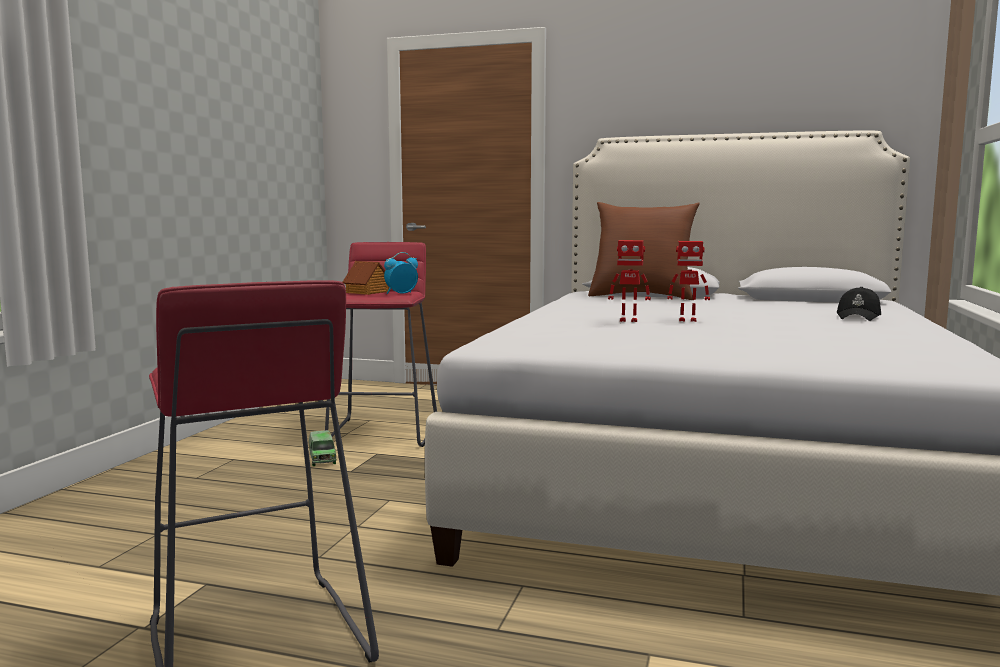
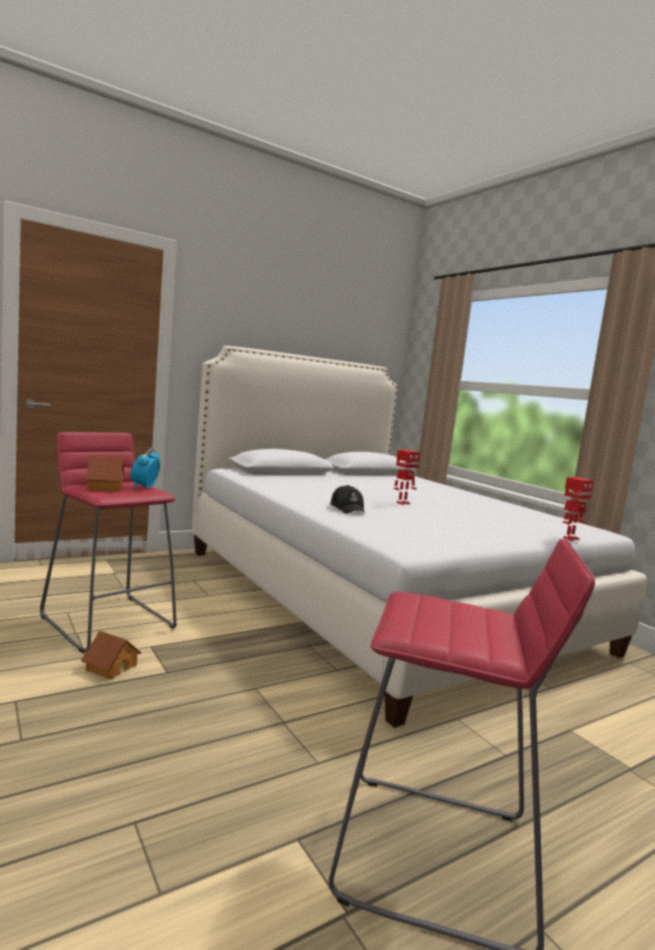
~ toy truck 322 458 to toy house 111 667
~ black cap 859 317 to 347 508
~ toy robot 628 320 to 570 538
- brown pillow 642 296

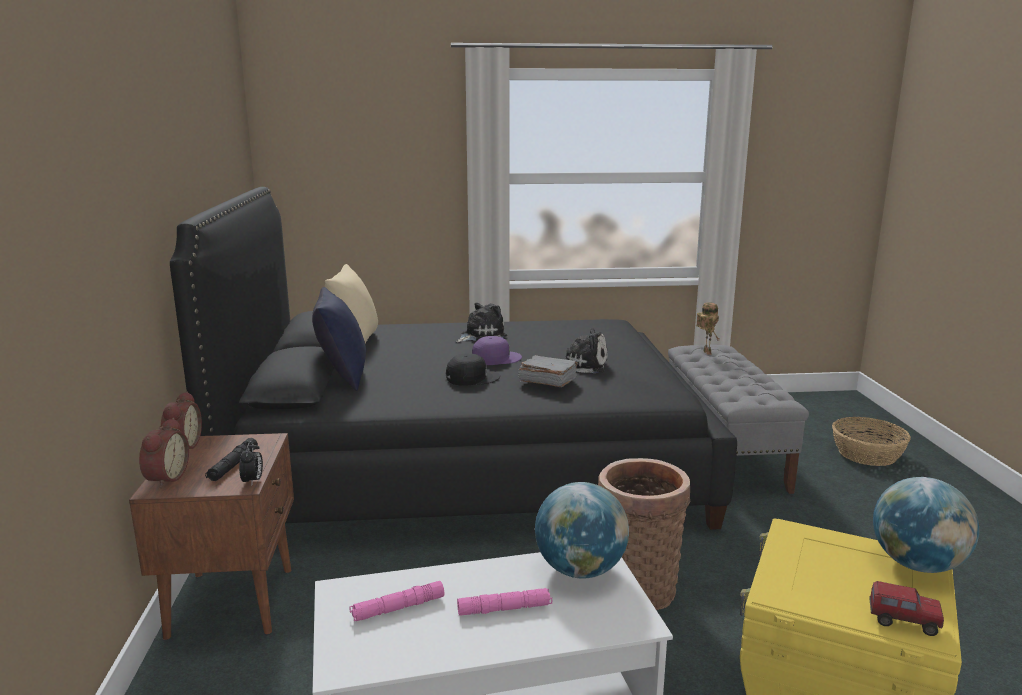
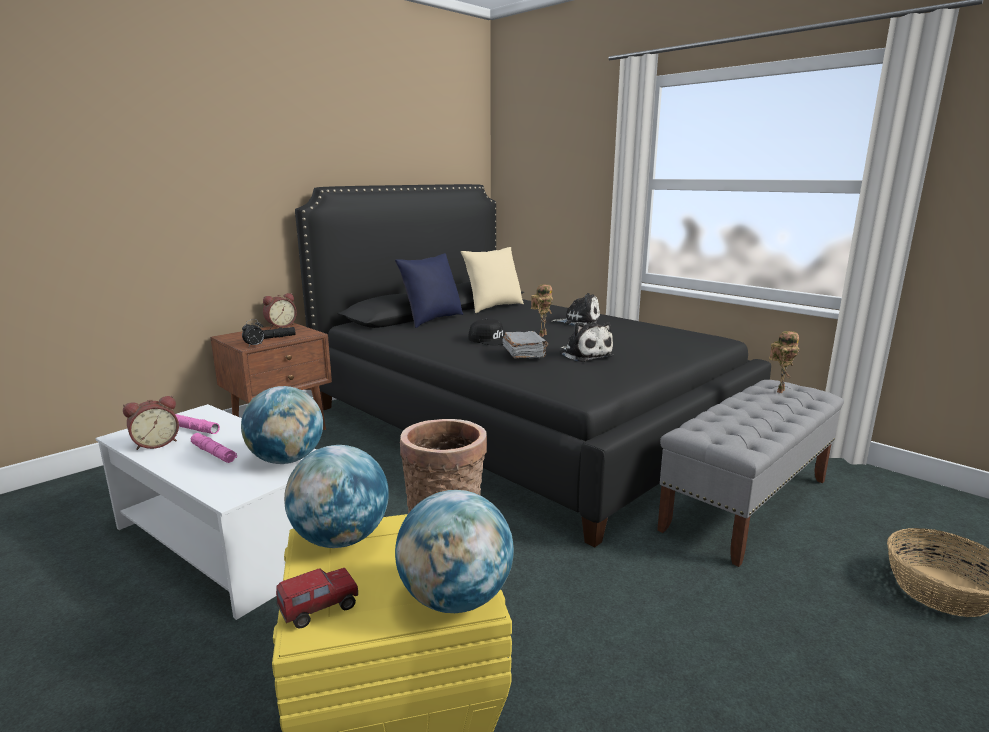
~ alarm clock 165 478 to 156 443
~ toy truck 903 622 = 319 610 105 degrees counterclockwise
+ globe 341 539
~ purple cap 496 358 to toy robot 542 334

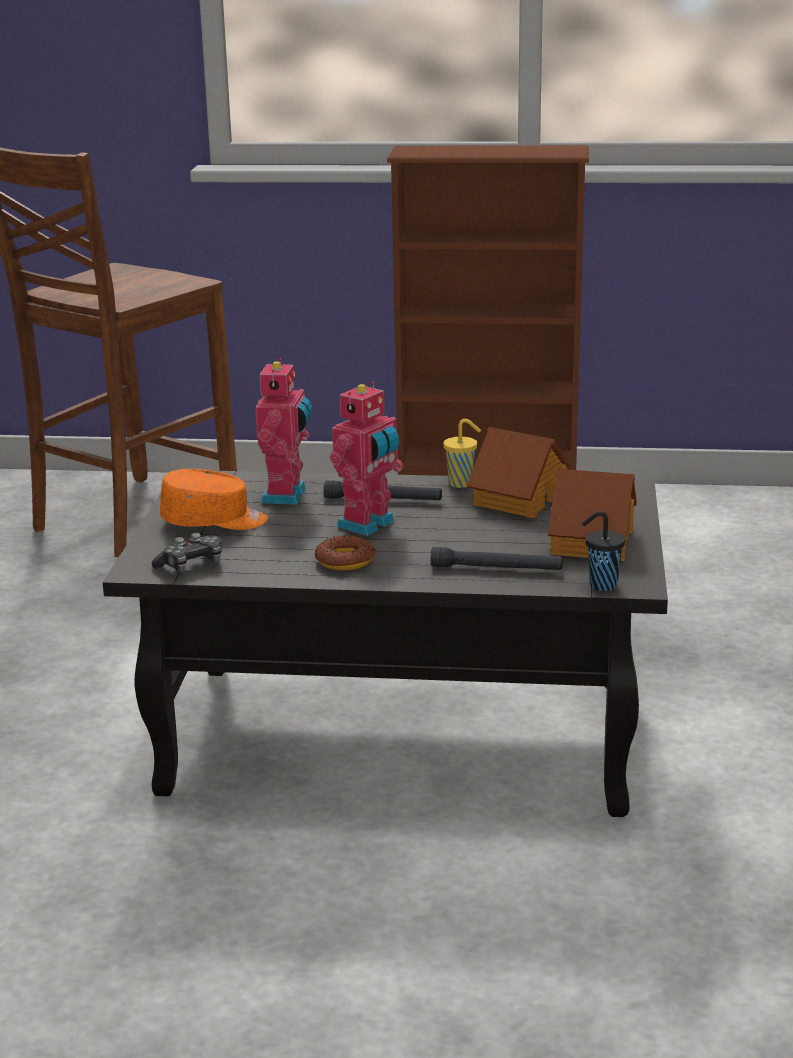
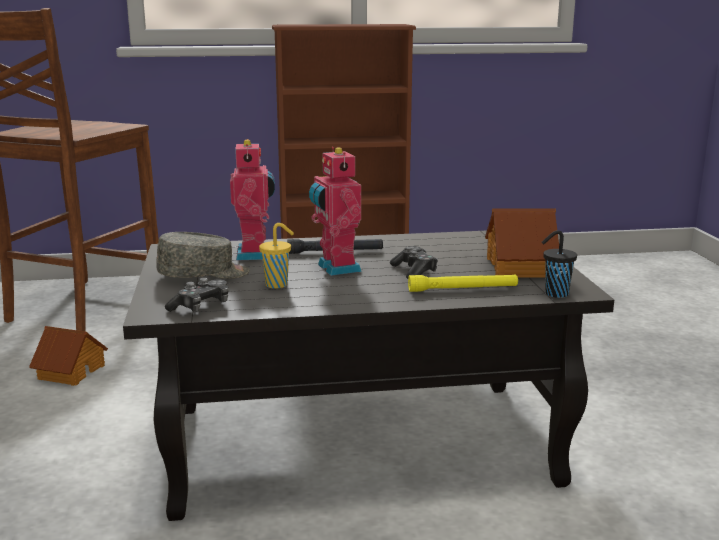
~ toy house 519 499 to 70 372
~ orange cap 214 521 to grey cap 204 275
~ yellow cup 462 484 to 278 285
~ toy robot 369 525 = 336 268 135 degrees clockwise
+ game controller 414 271
~ black flashlight 496 569 to yellow flashlight 463 289
- donut 345 560

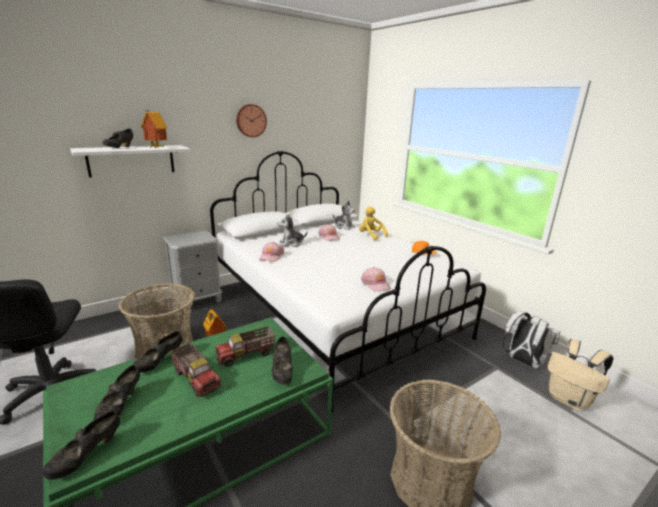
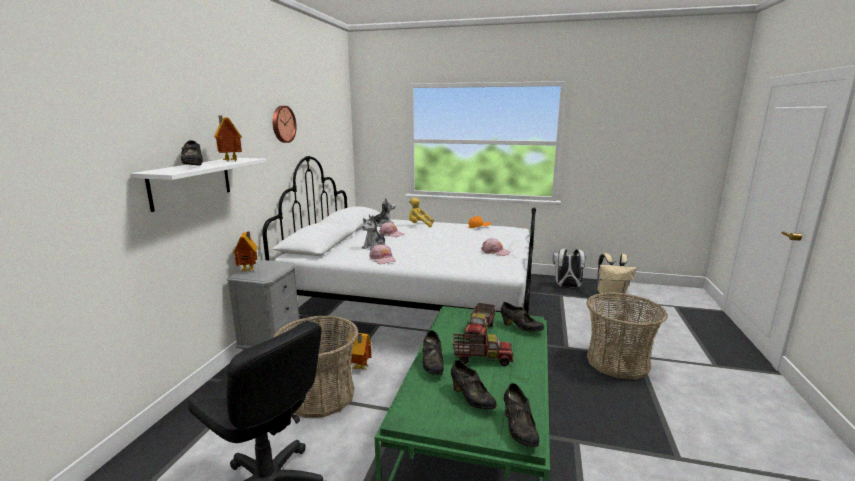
+ toy house 249 270

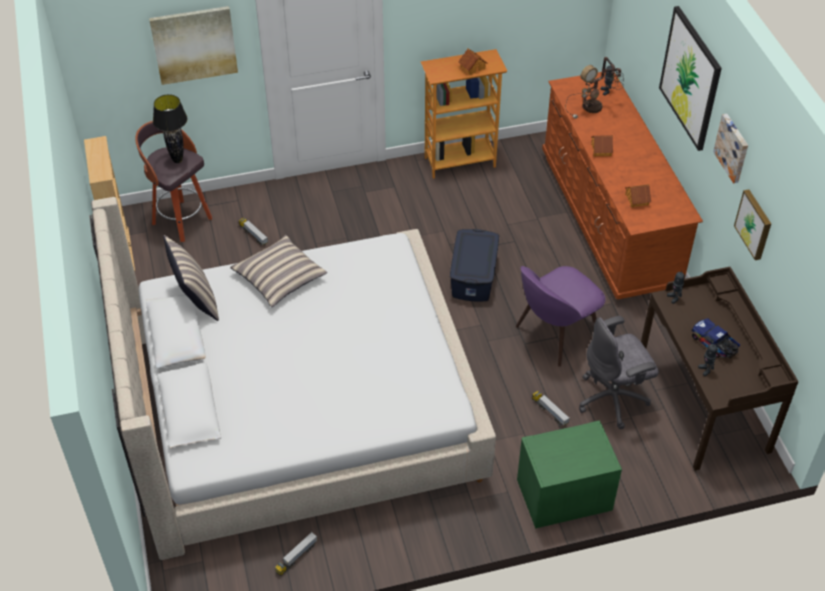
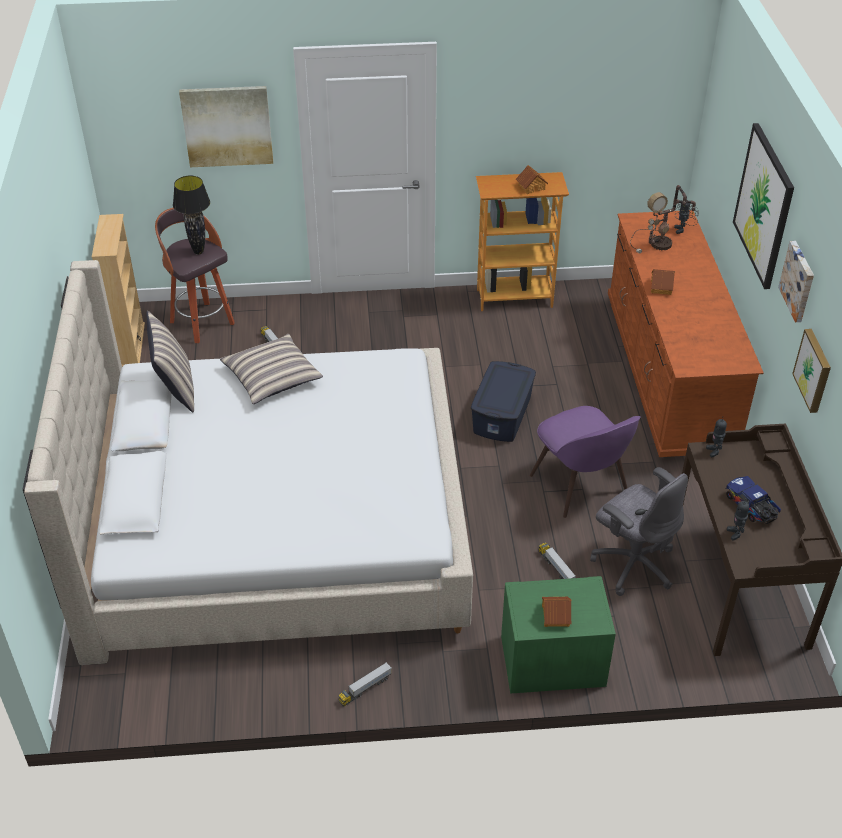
~ toy truck 296 557 to 365 689
~ purple chair 555 334 = 581 486 90 degrees counterclockwise
~ toy house 636 199 to 555 615
~ grey office chair 613 399 = 633 564 120 degrees counterclockwise

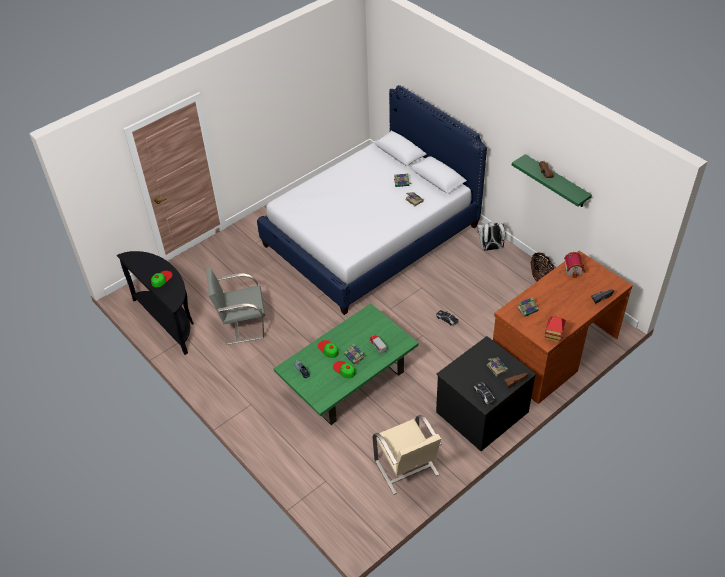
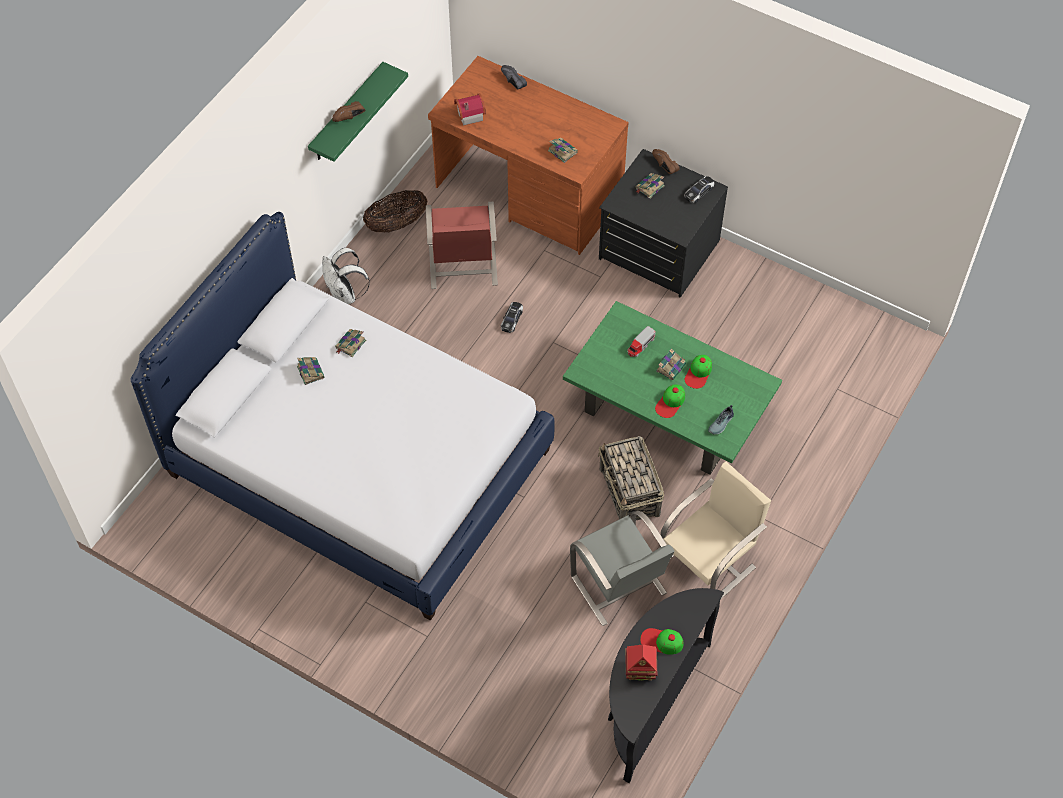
+ red chair 462 266
+ basket 629 493
~ toy house 553 336 to 640 670
~ beige chair 406 469 to 709 562

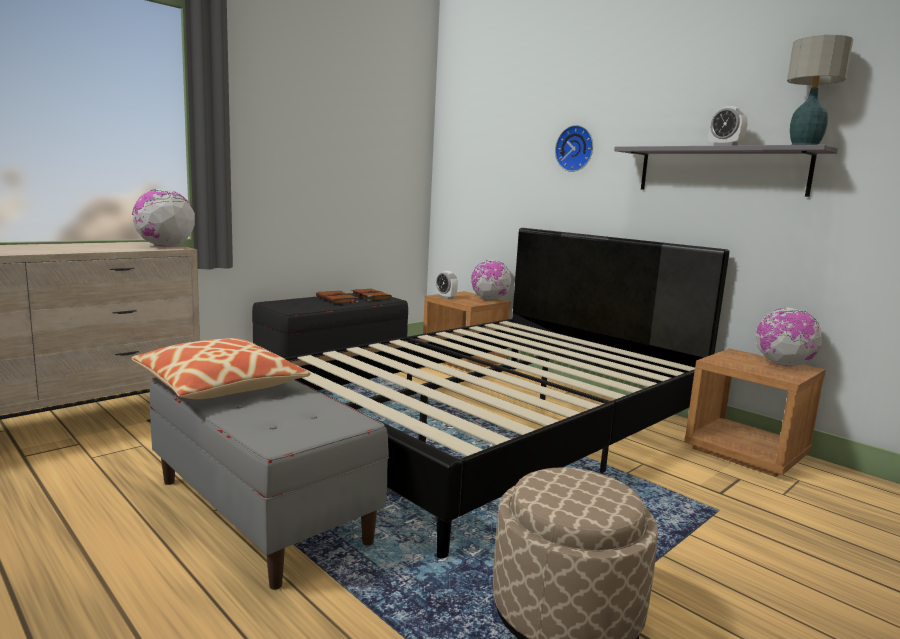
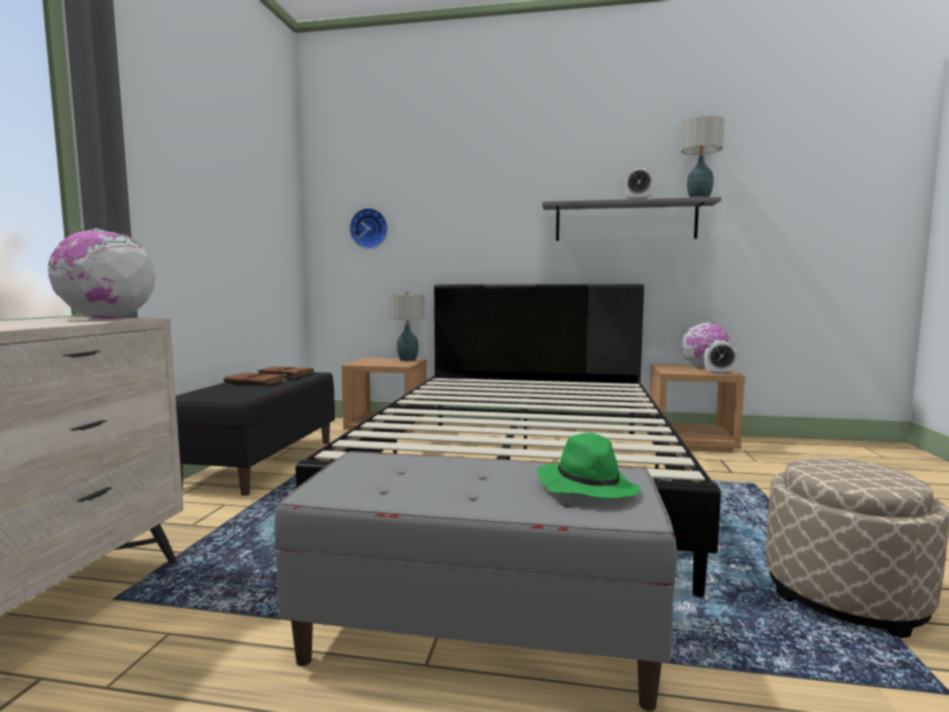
~ wall clock 575 148 to 369 228
~ globe 489 299 to table lamp 407 360
+ green hat 586 486
~ alarm clock 446 297 to 719 373
- pillow 220 385

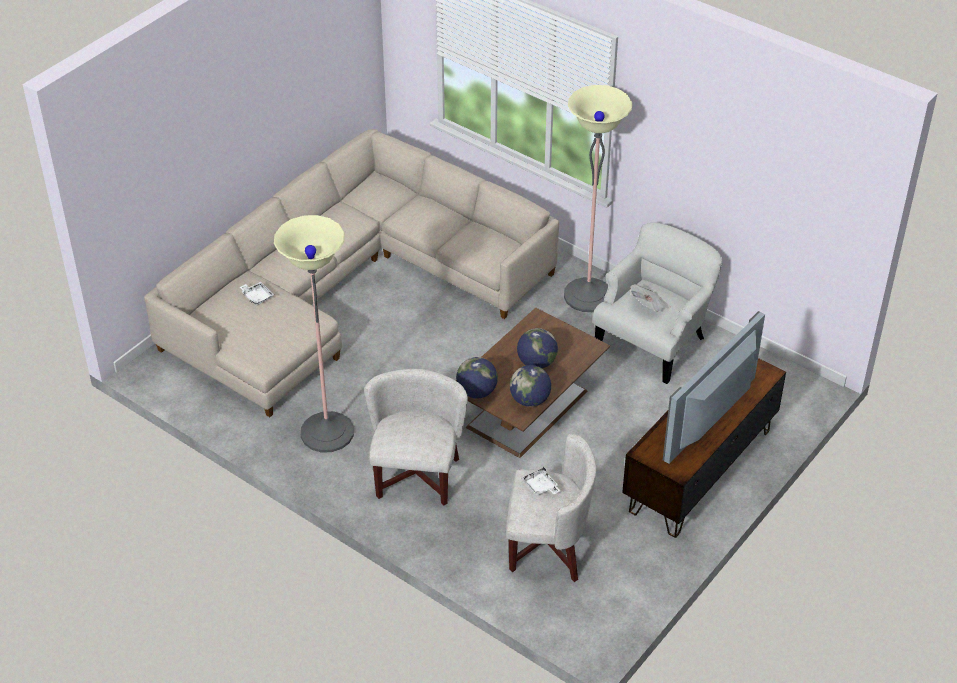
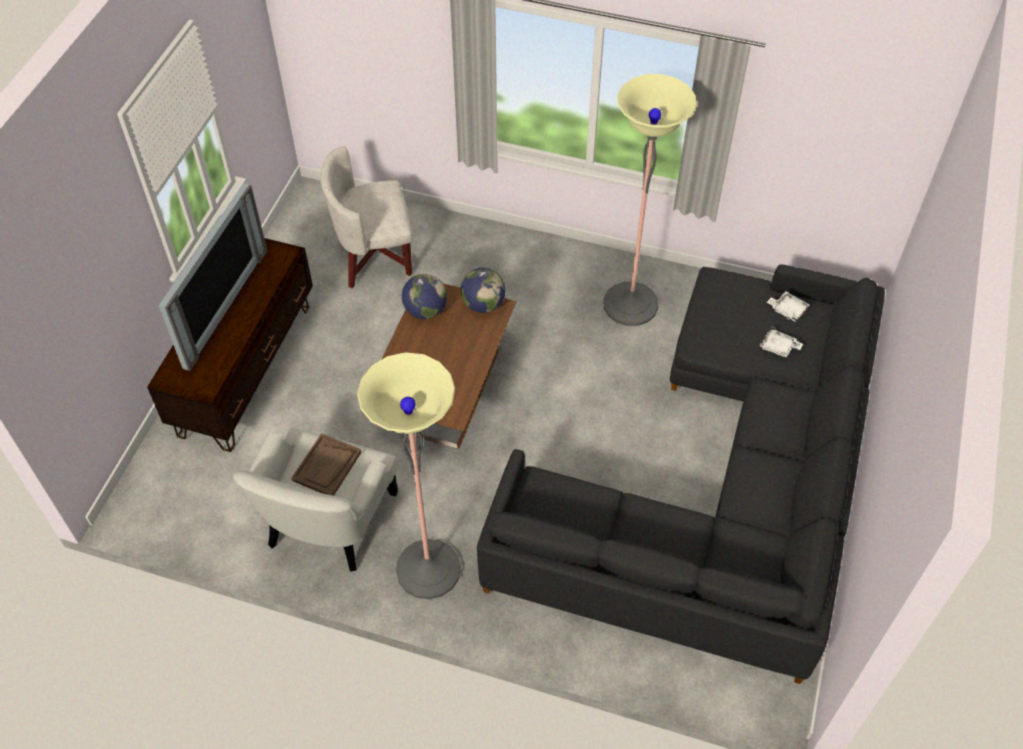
~ newspaper 649 307 to brown tray 327 466
~ beige sofa 347 288 to black sofa 722 487
~ white tray 540 487 to 787 310
- white armchair 416 477
- globe 536 363

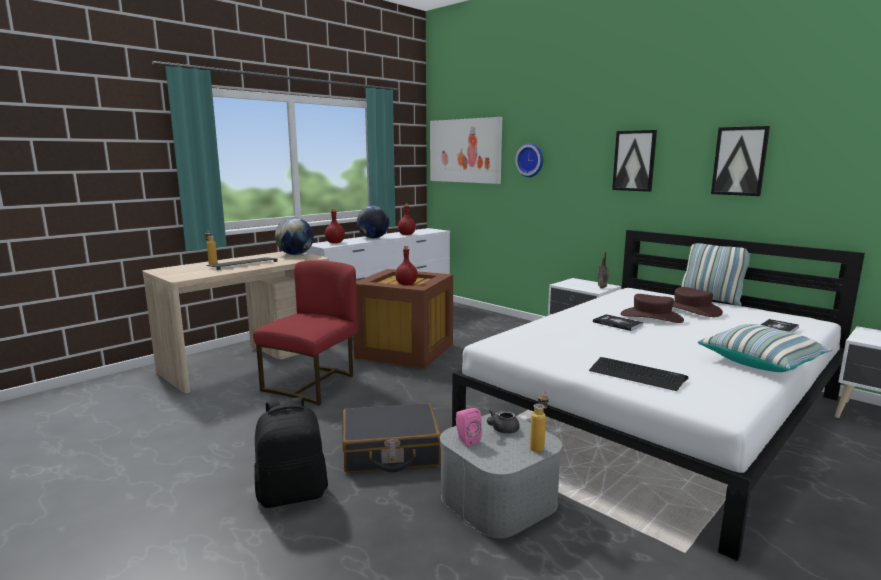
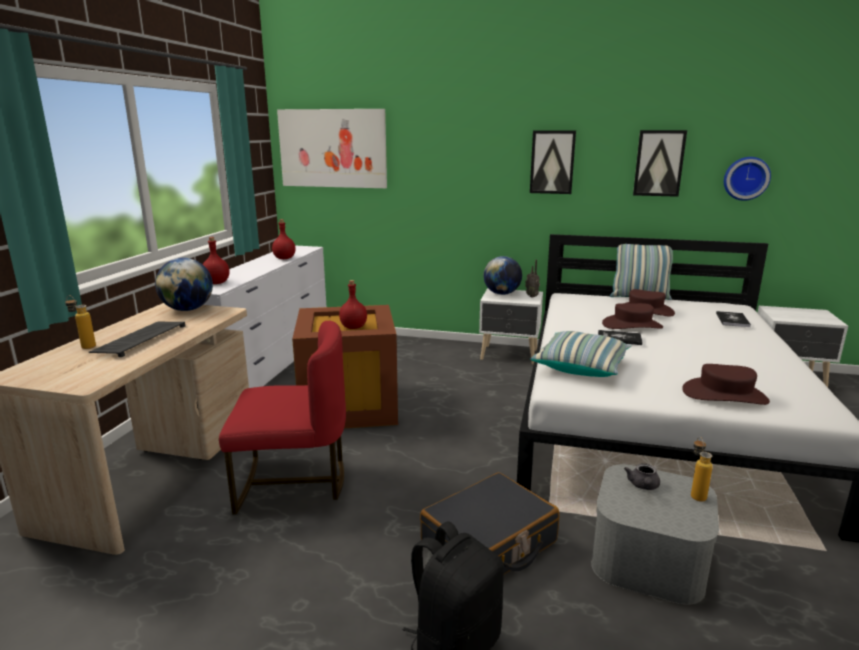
~ red chair 313 384 = 293 482 90 degrees clockwise
~ globe 373 238 to 502 293
~ pillow 761 362 to 581 366
~ keyboard 636 375 to brown hat 724 395
~ wall clock 531 160 to 745 178
- pink speaker 466 439

